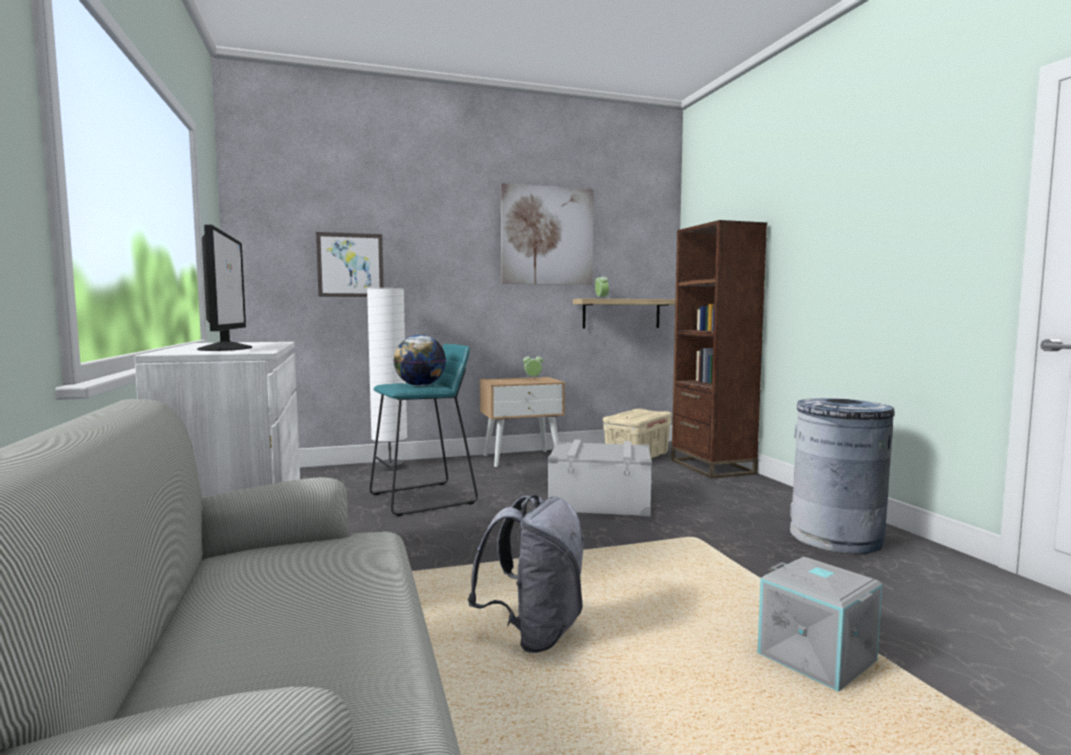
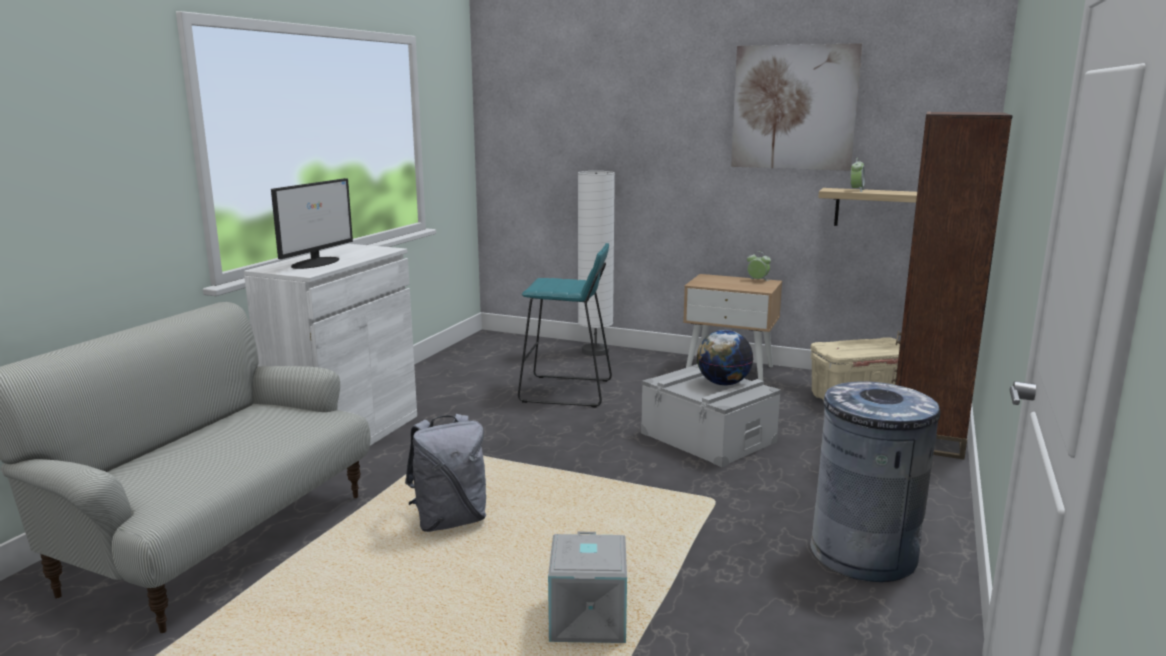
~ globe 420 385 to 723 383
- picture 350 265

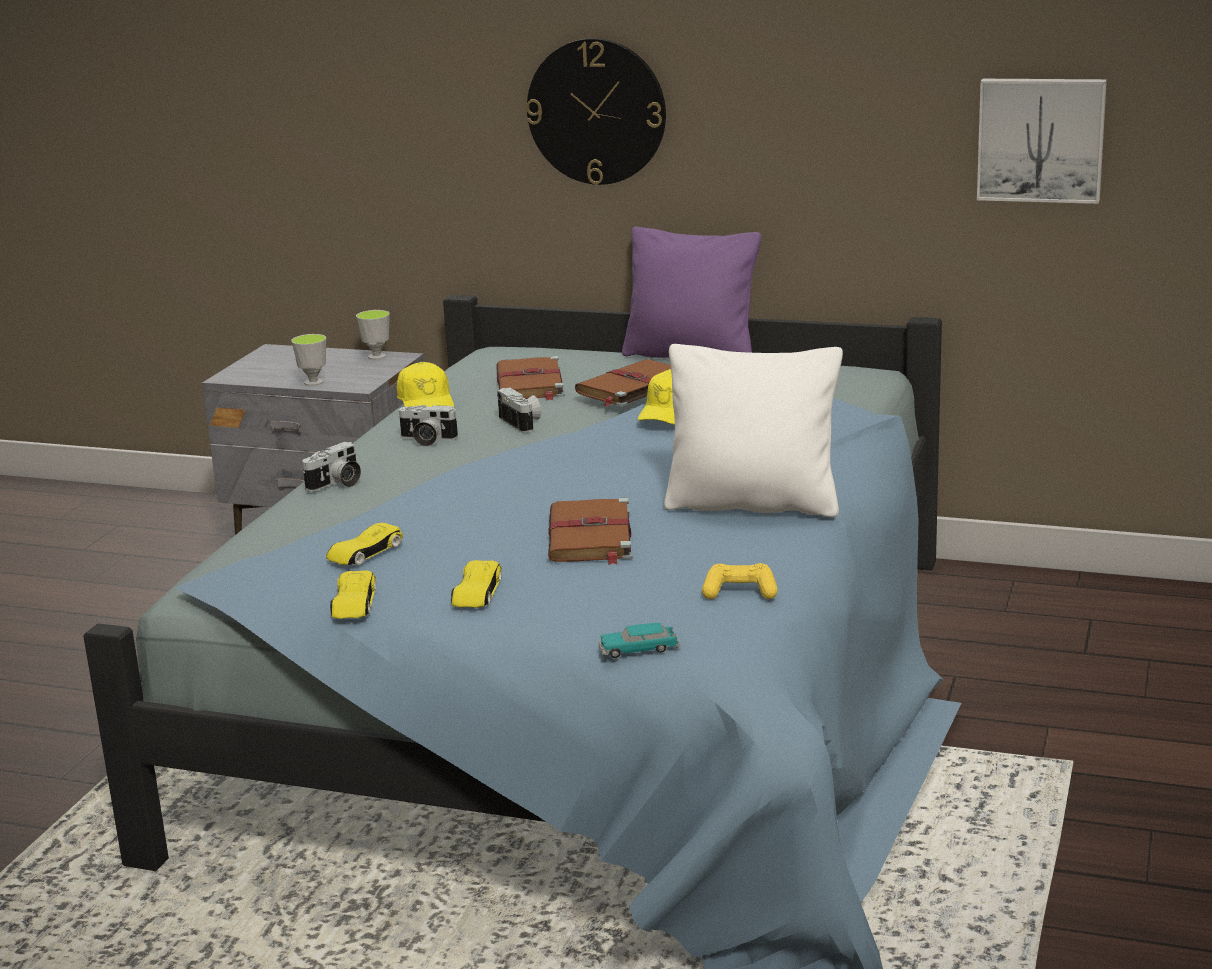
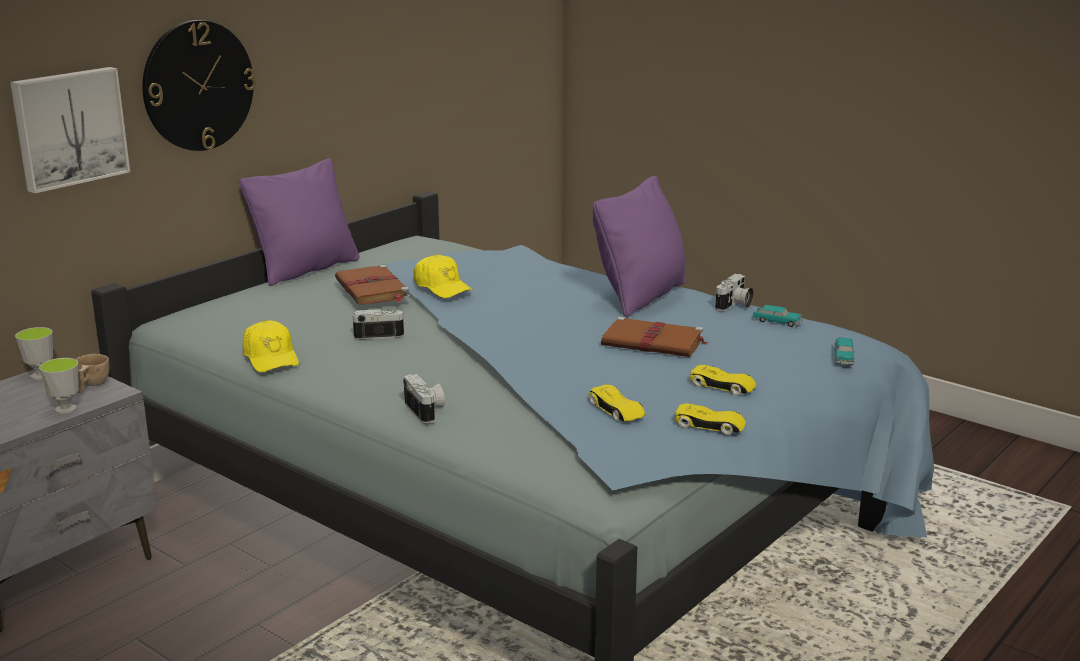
~ picture 1041 139 to 69 128
+ beige cup 90 386
~ yellow cap 426 402 = 271 358 60 degrees clockwise
~ white pillow 753 505 to purple pillow 641 297
~ photo camera 427 440 to 734 305
~ yellow game controller 740 592 to toy car 777 321
- brown book 530 384

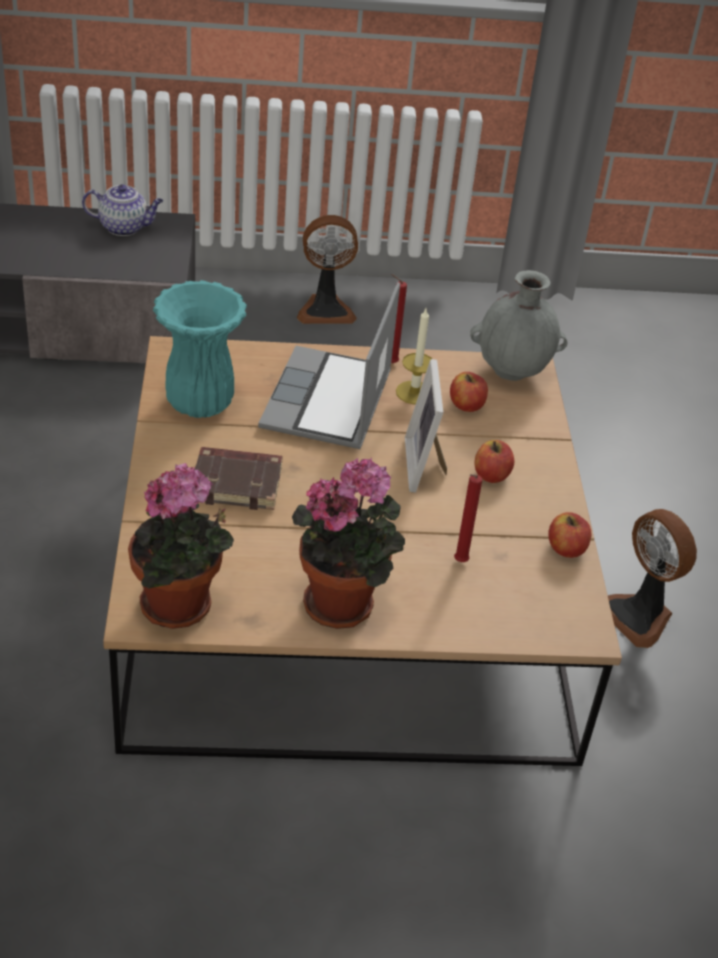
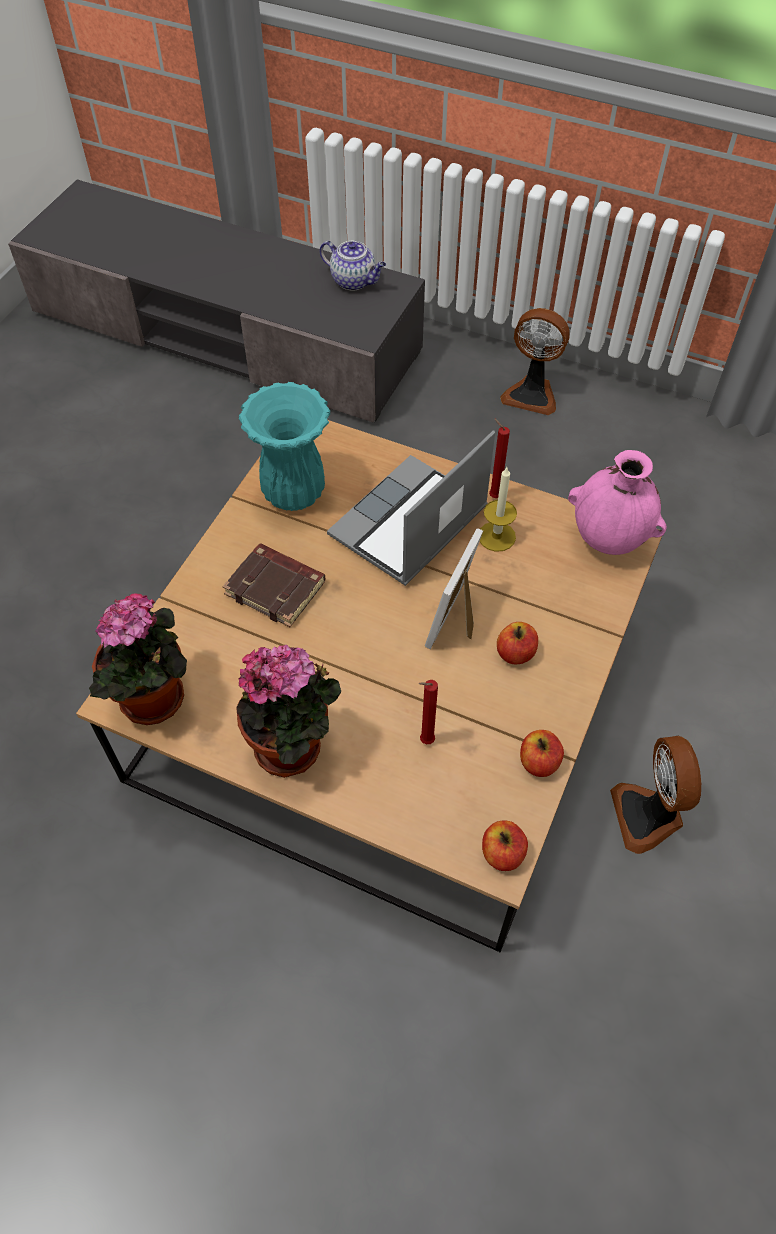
~ apple 466 405 to 502 853
~ grey vase 512 373 to pink vase 608 541

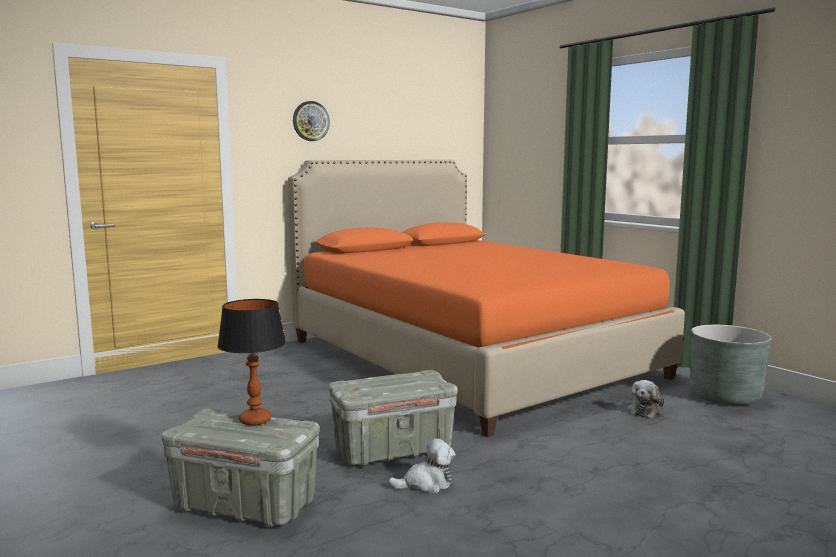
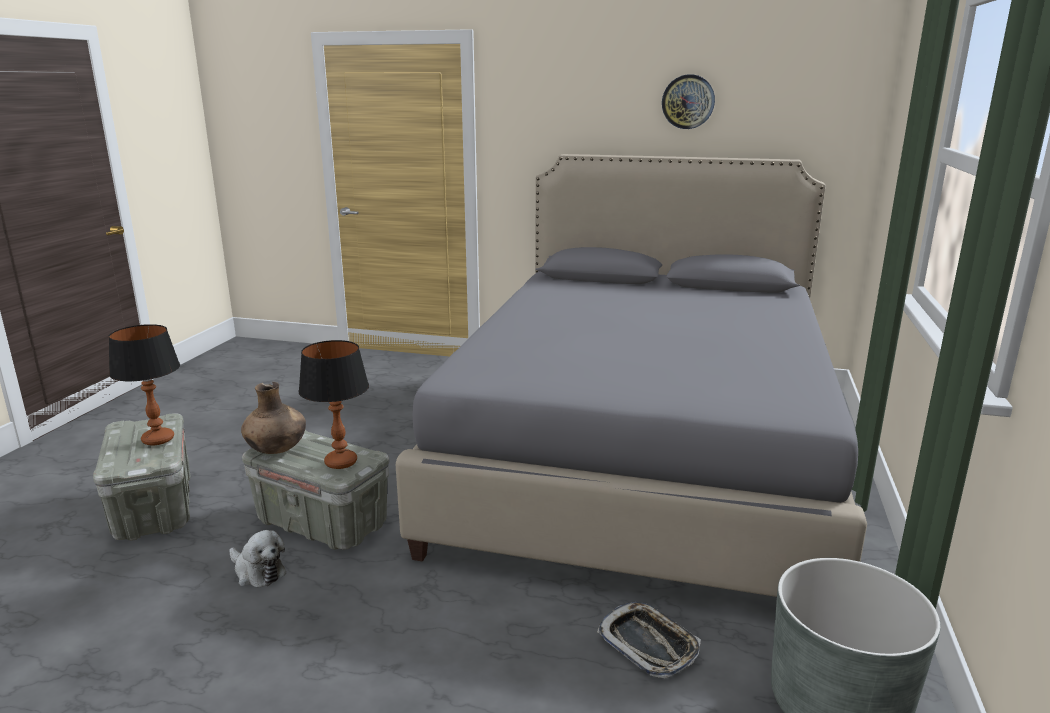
+ brown vase 277 450
+ table lamp 340 462
~ orange bed 468 358 to grey bed 642 456
~ plush toy 645 411 to tray 648 644
~ wall clock 310 121 to 688 101

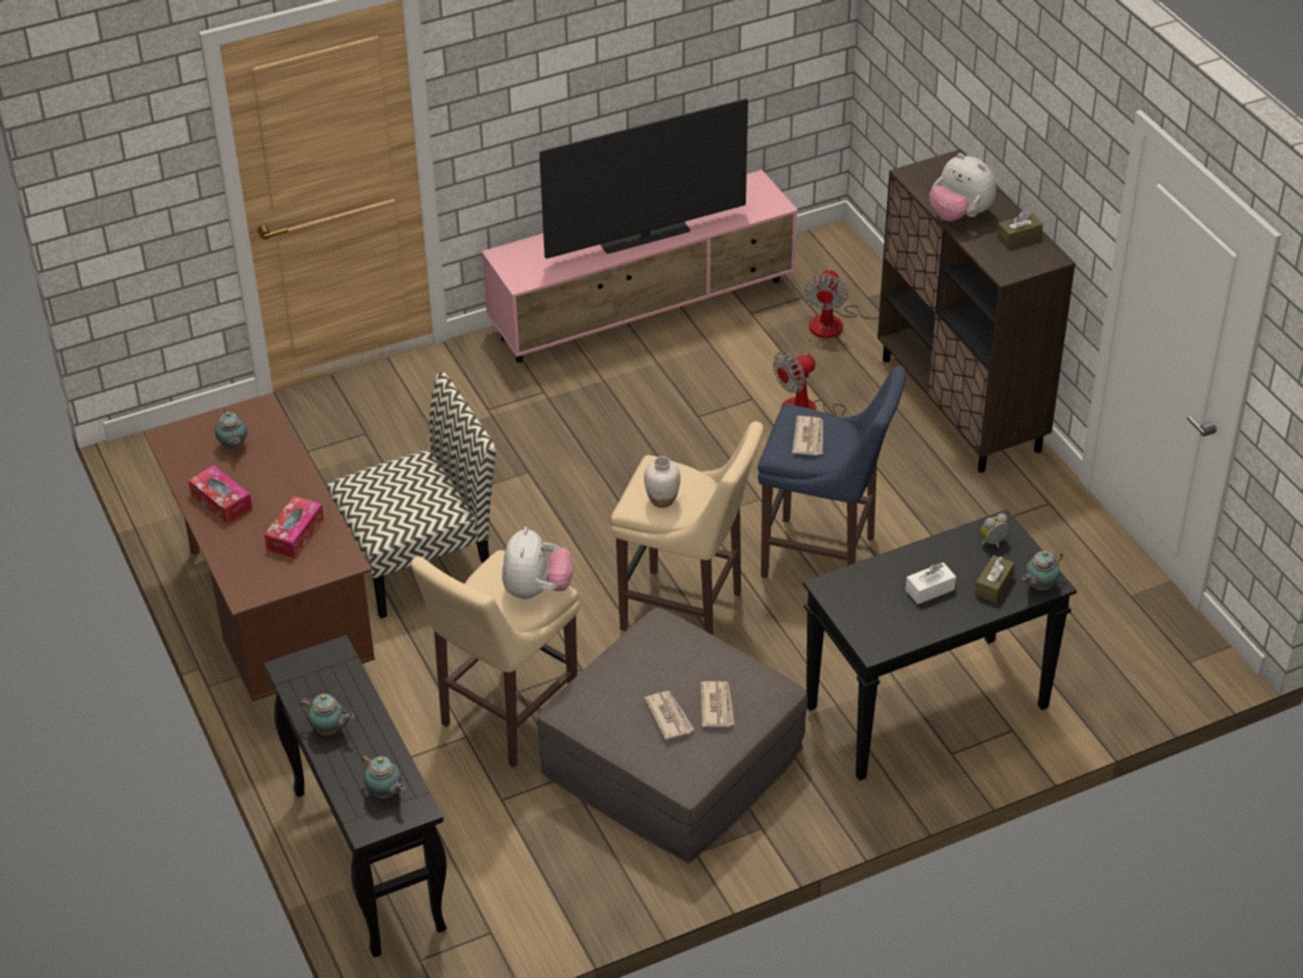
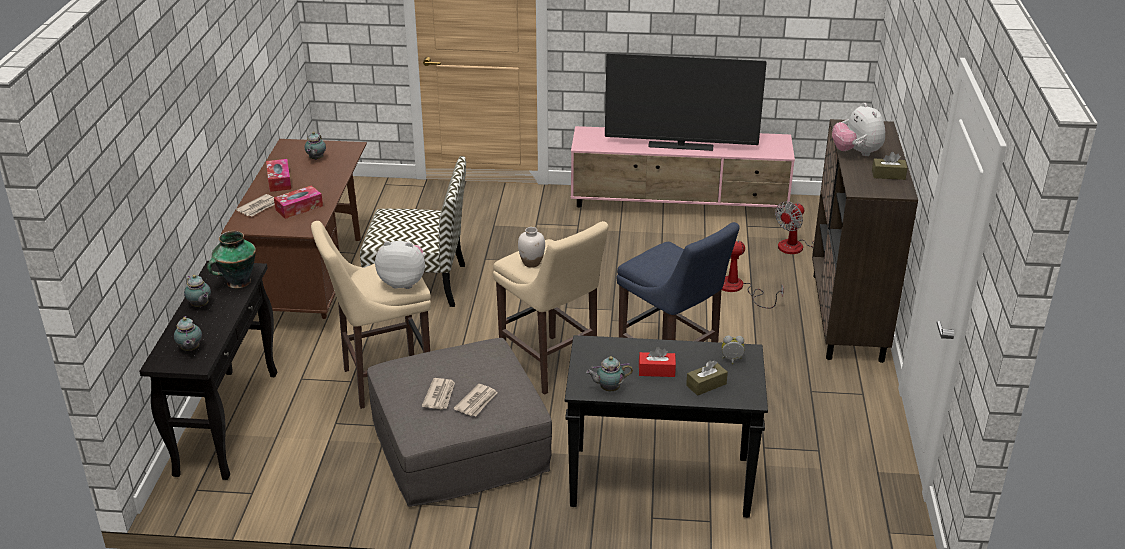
+ vase 237 282
~ newspaper 809 438 to 259 207
~ plush toy 537 590 = 403 282 120 degrees counterclockwise
~ teapot 1039 586 to 608 389
~ white tissue box 930 590 to red tissue box 656 370

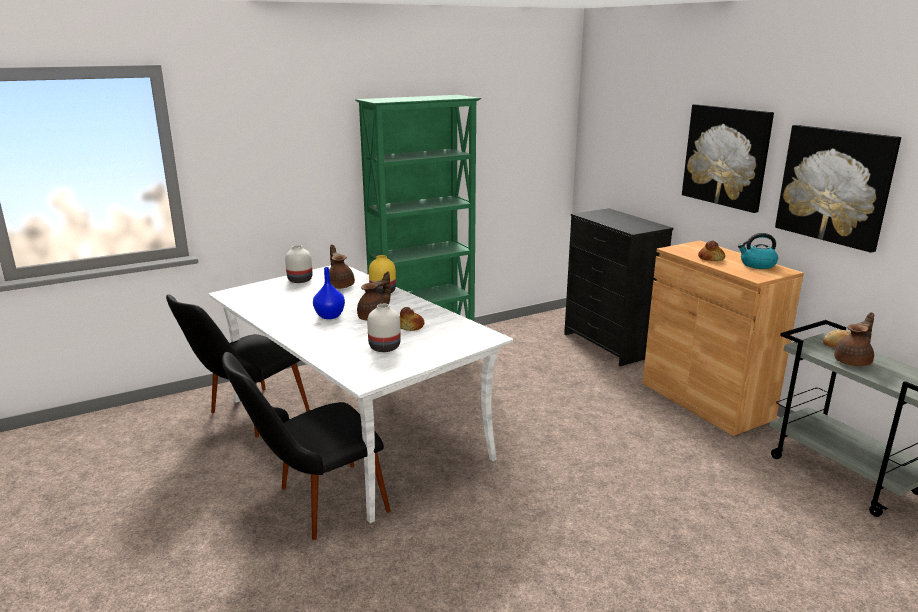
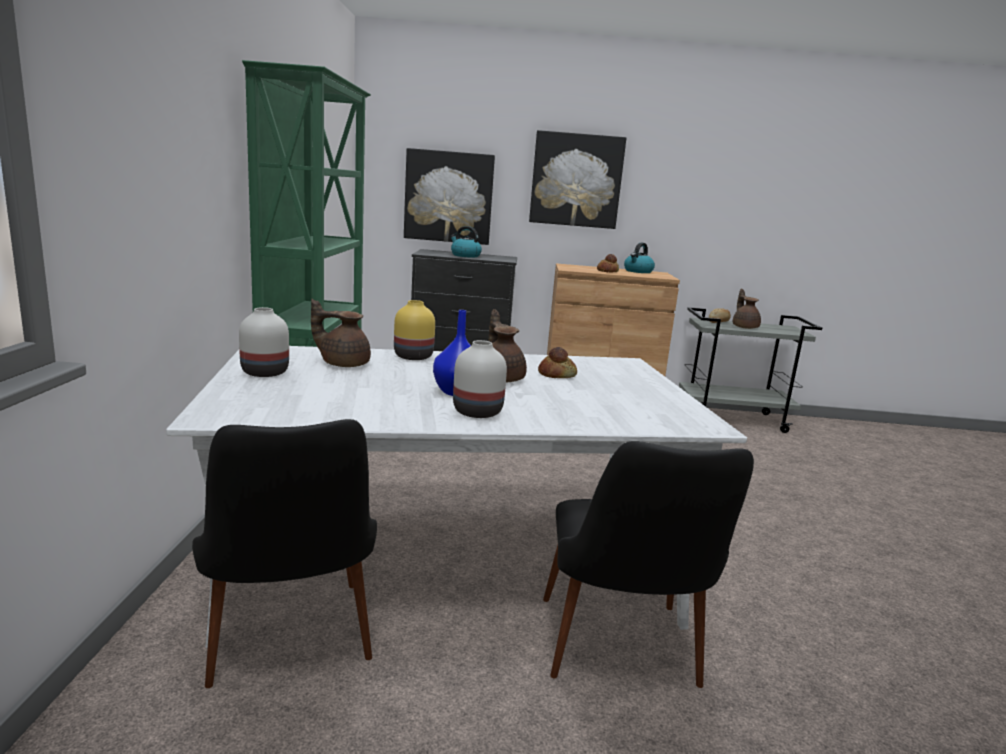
~ picture 835 185 to 448 197
+ kettle 465 255
~ white vase 384 347 to 478 412

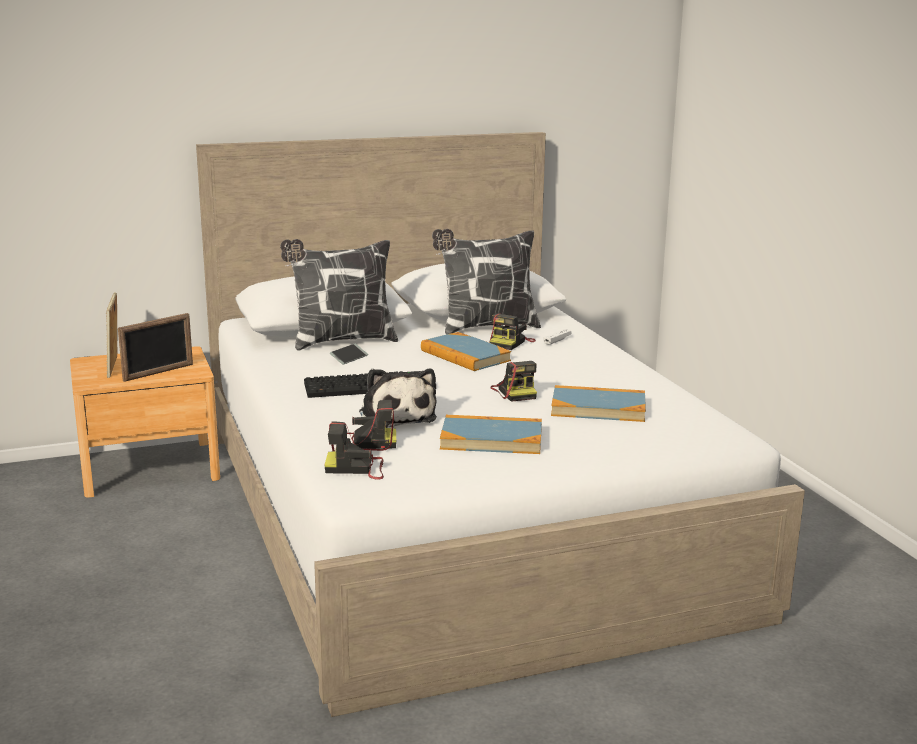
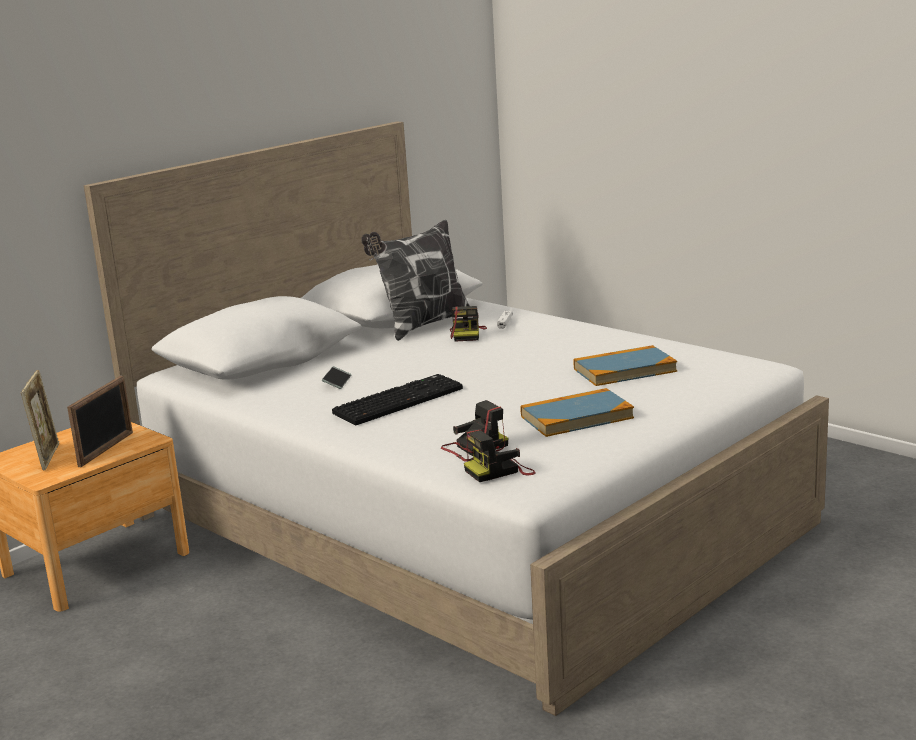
~ picture frame 114 368 = 48 457 150 degrees counterclockwise
- pillow 341 341
- plush toy 396 416
- book 465 356
- photo camera 515 392

